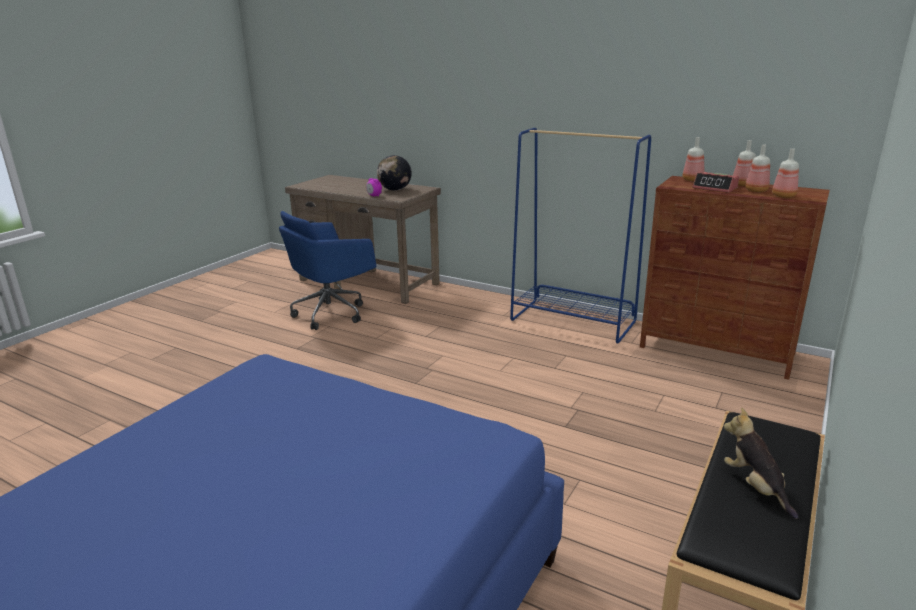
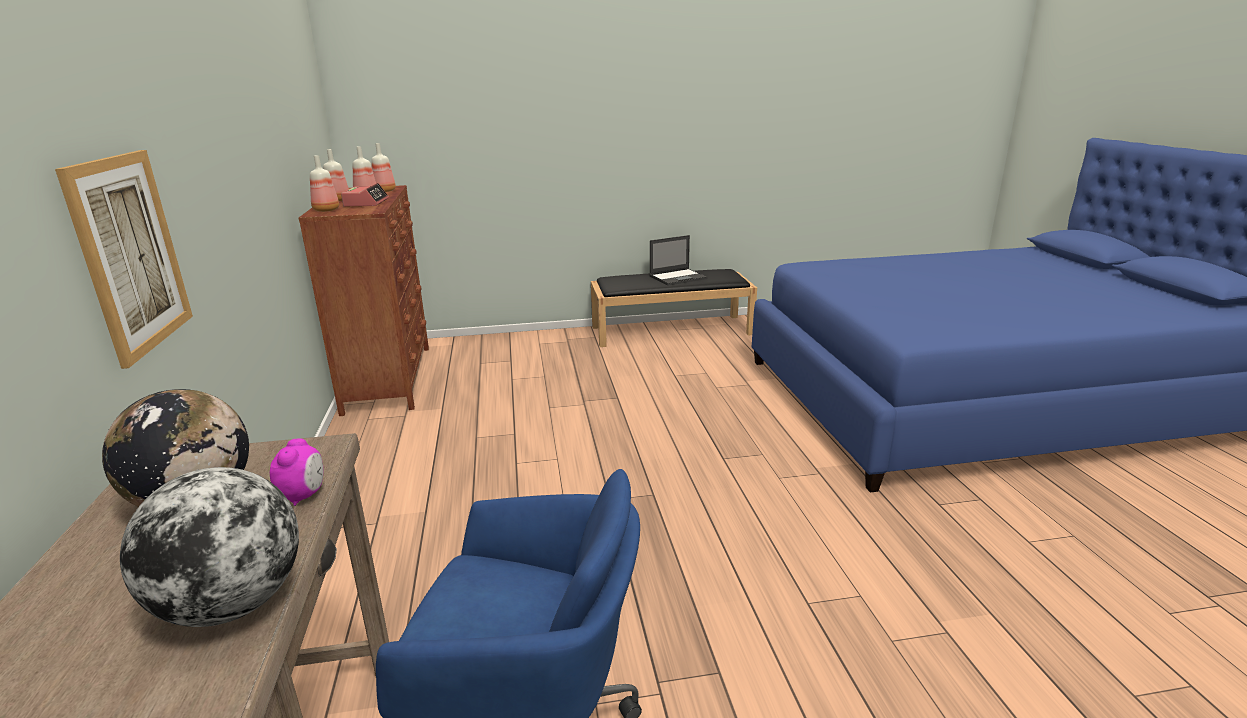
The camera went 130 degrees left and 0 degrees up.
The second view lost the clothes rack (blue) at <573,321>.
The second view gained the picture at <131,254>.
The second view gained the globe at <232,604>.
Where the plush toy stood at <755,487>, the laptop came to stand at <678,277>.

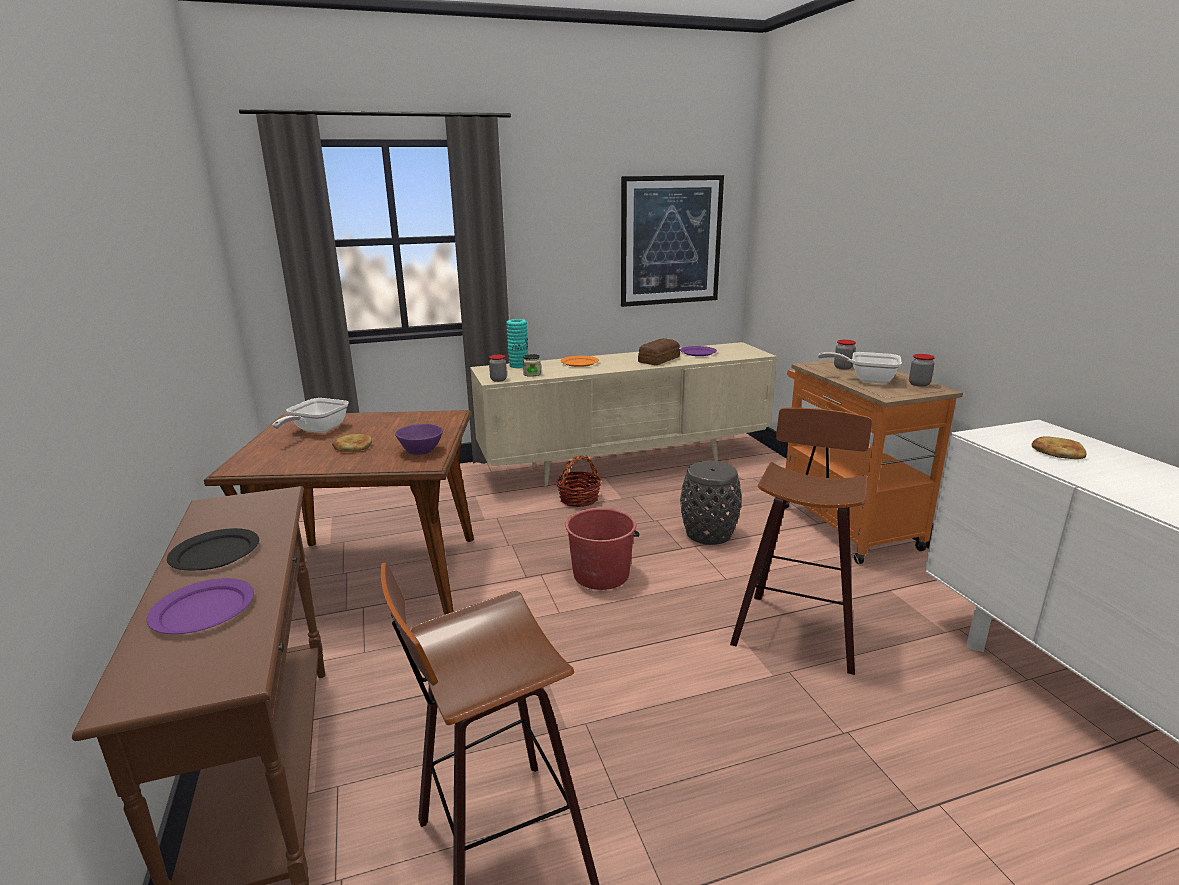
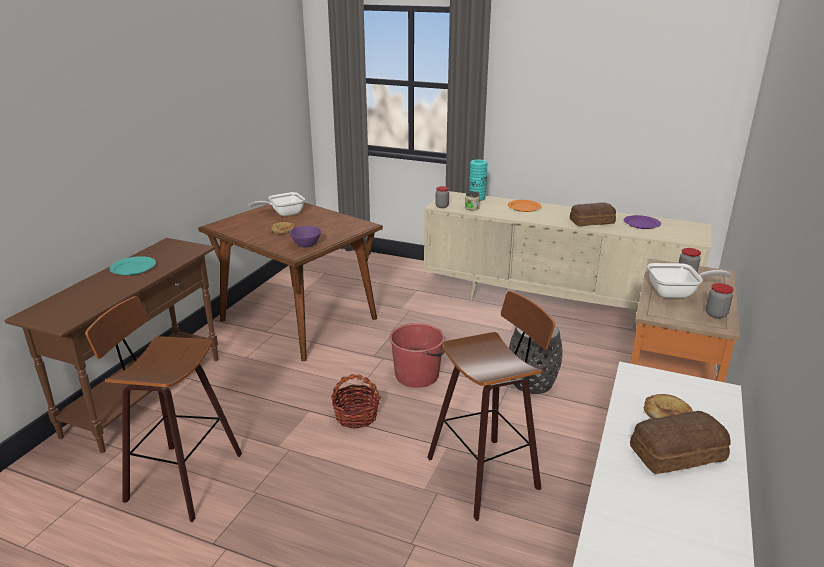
The camera went 40 degrees right and 5 degrees up.
The second view lost the plate (purple) at <202,610>.
The second view lost the picture at <671,241>.
The second view gained the bread at <675,453>.
The basket ended up elsewhere, having gone from <579,499> to <356,416>.
What was the plate (black) at <216,553> turned into the plate (turquoise) at <133,268>.
The frying pan at <866,379> ended up facing another way, 120 degrees clockwise from before.

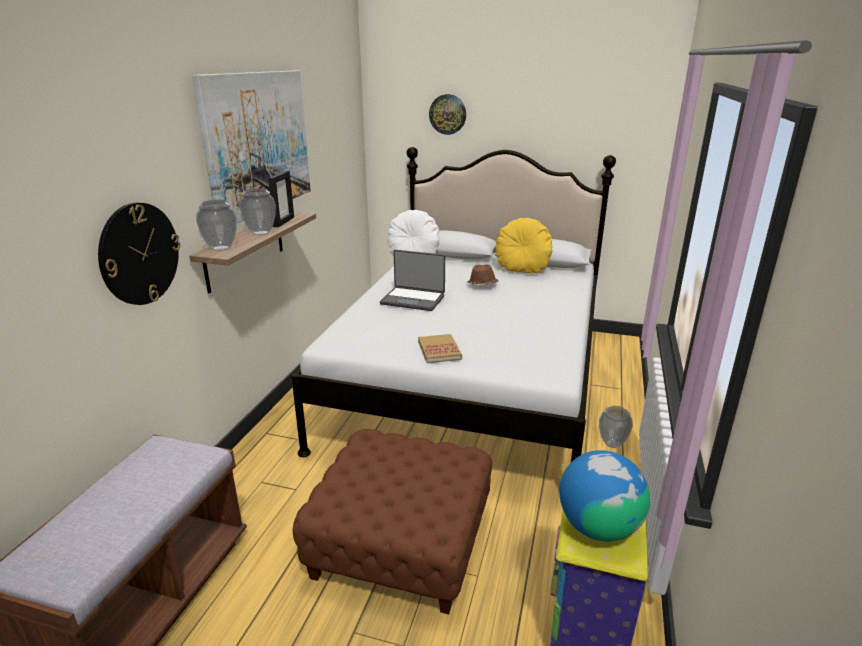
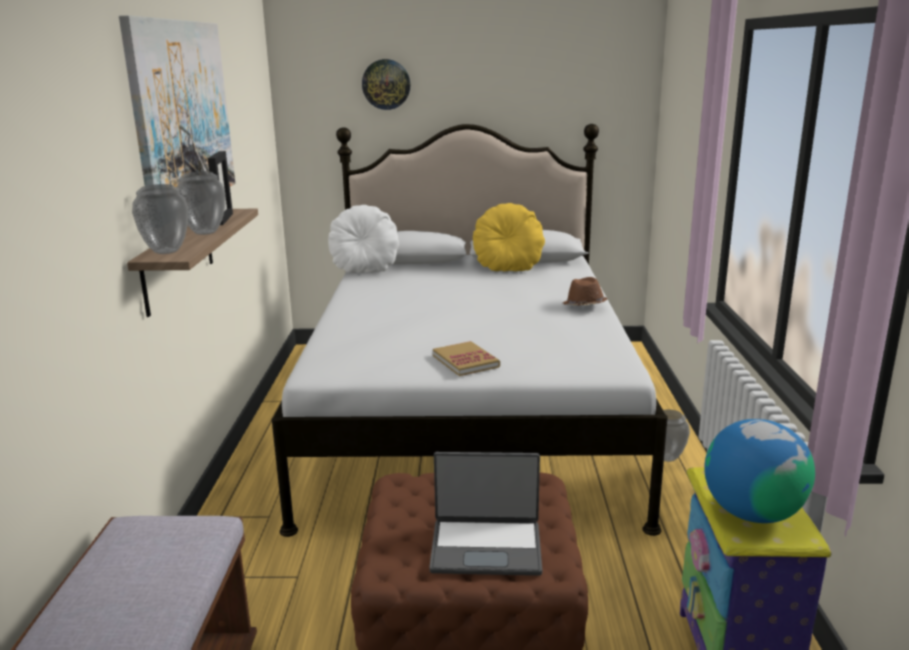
The camera went 15 degrees left and 5 degrees down.
The second view lost the wall clock at <139,254>.
The laptop ended up elsewhere, having gone from <413,299> to <486,547>.
The hat (brown) ended up elsewhere, having gone from <482,285> to <584,306>.

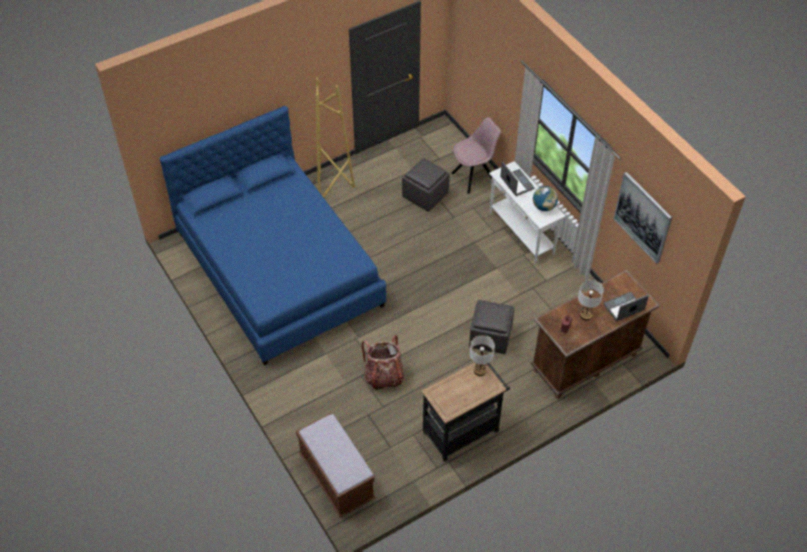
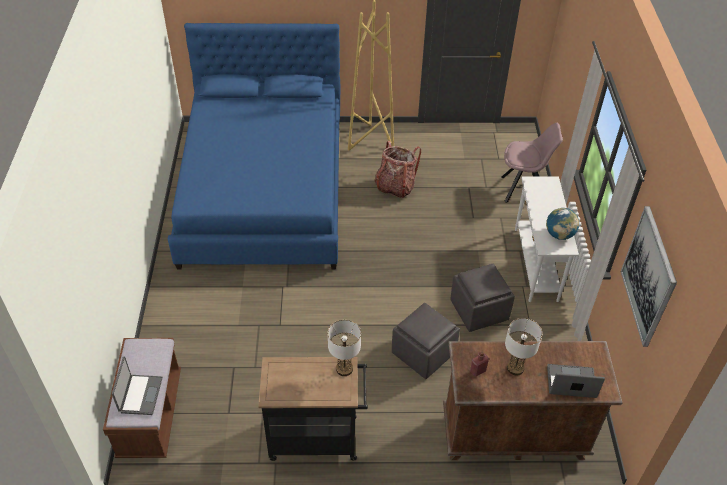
The camera went 30 degrees right and 5 degrees down.
The backpack ended up elsewhere, having gone from <384,376> to <395,186>.
The ottoman (grey) ended up elsewhere, having gone from <425,195> to <479,311>.
The laptop ended up elsewhere, having gone from <516,183> to <140,395>.

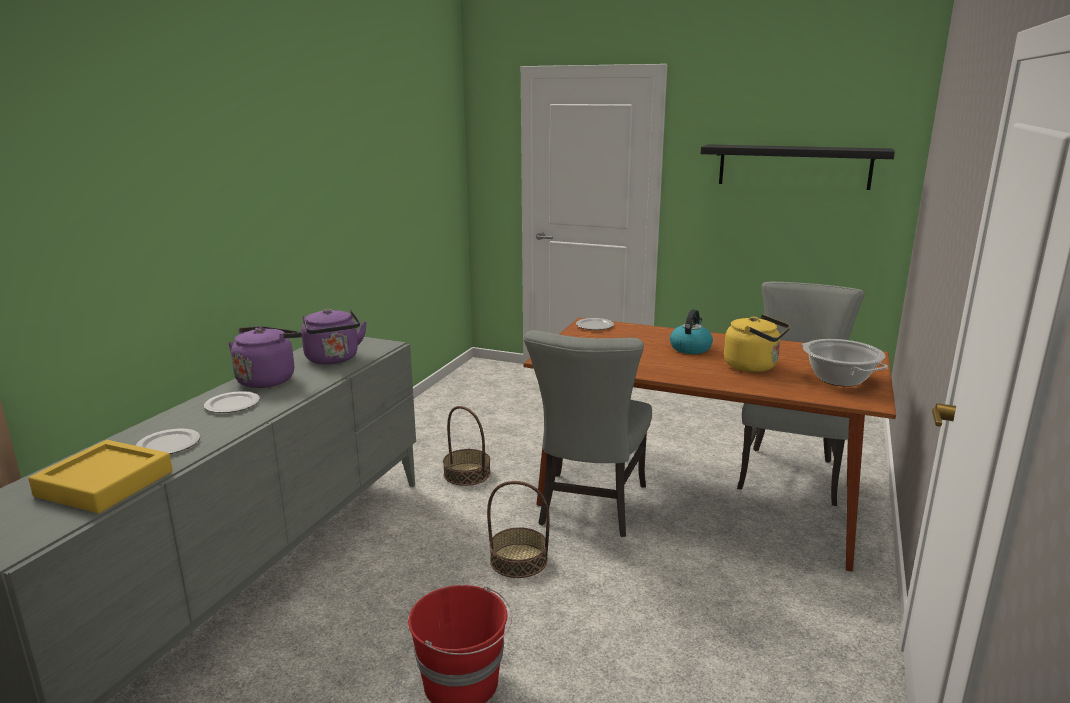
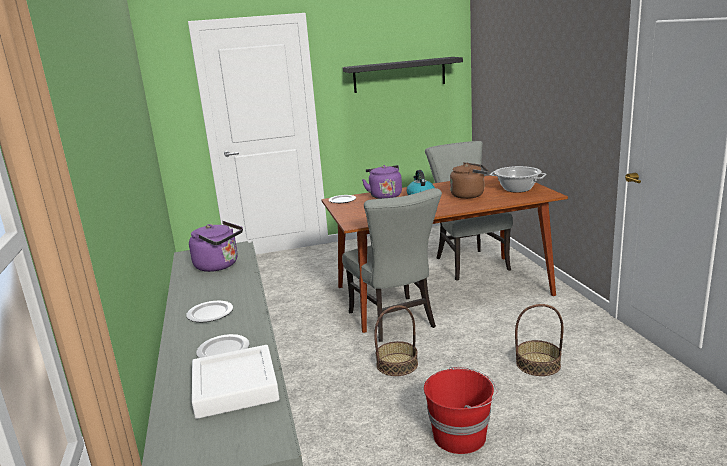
The camera went 35 degrees left and 0 degrees up.
The kettle (purple) ended up elsewhere, having gone from <268,379> to <384,195>.
The basket ended up elsewhere, having gone from <467,474> to <538,364>.
What was the tray (yellow) at <105,484> turned into the tray (white) at <235,387>.
What was the kettle (yellow) at <754,366> turned into the kettle (brown) at <469,195>.

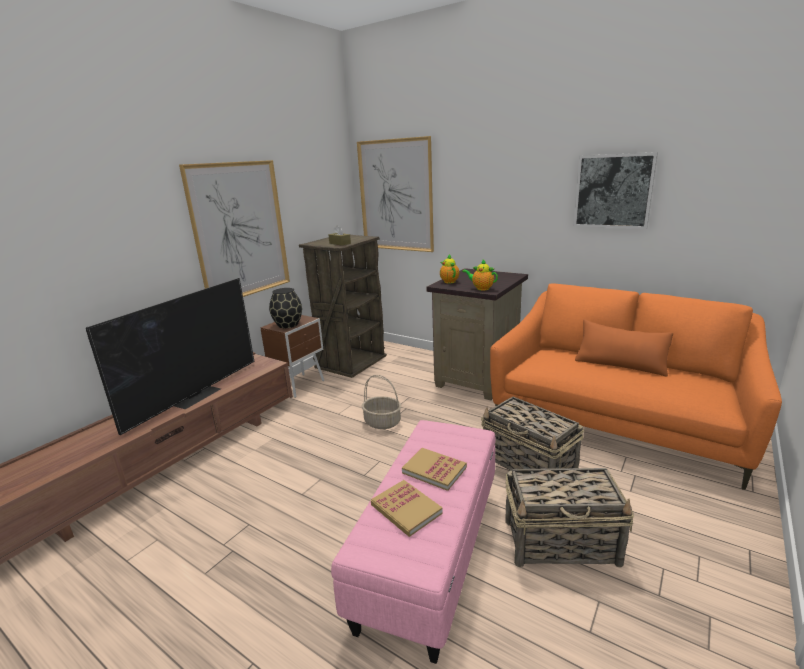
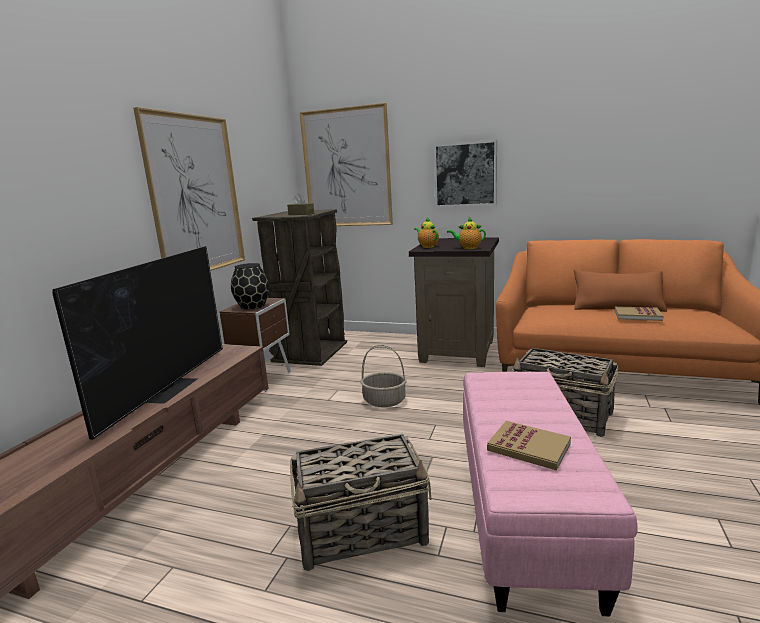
The camera went 15 degrees left and 5 degrees down.
The book ended up elsewhere, having gone from <434,470> to <637,315>.
The basket ended up elsewhere, having gone from <562,542> to <363,531>.
The picture ended up elsewhere, having gone from <613,191> to <465,174>.

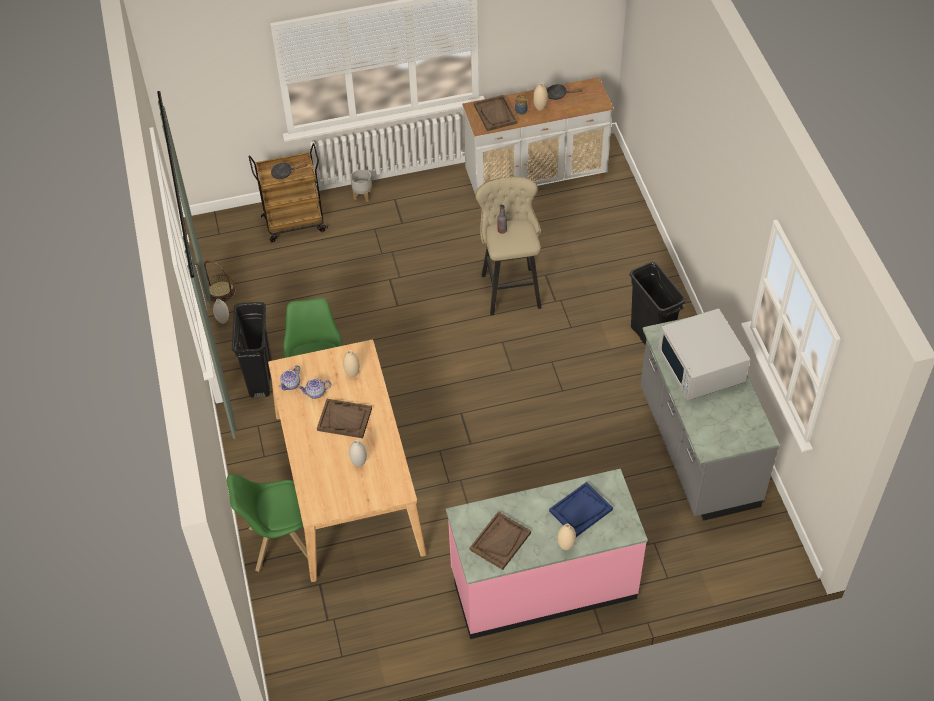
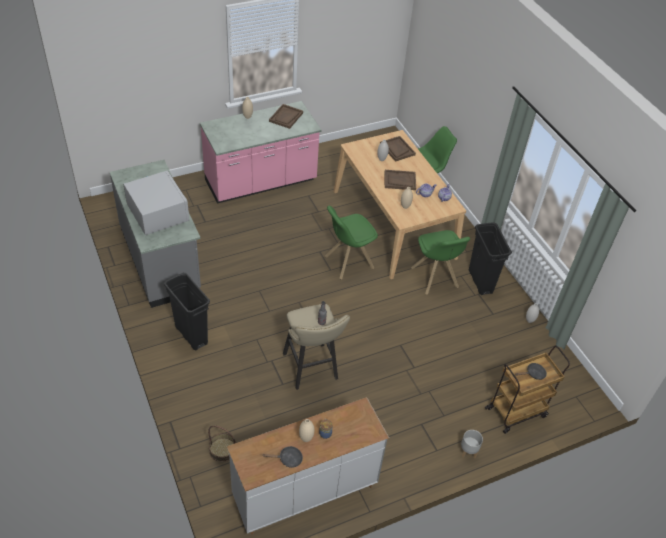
The camera went 165 degrees right and 5 degrees down.
The second view lost the tray (blue) at <580,511>.
The second view gained the chair (green) at <348,262>.
The basket ended up elsewhere, having gone from <221,292> to <222,449>.
The tray (brown) ended up elsewhere, having gone from <495,114> to <397,149>.

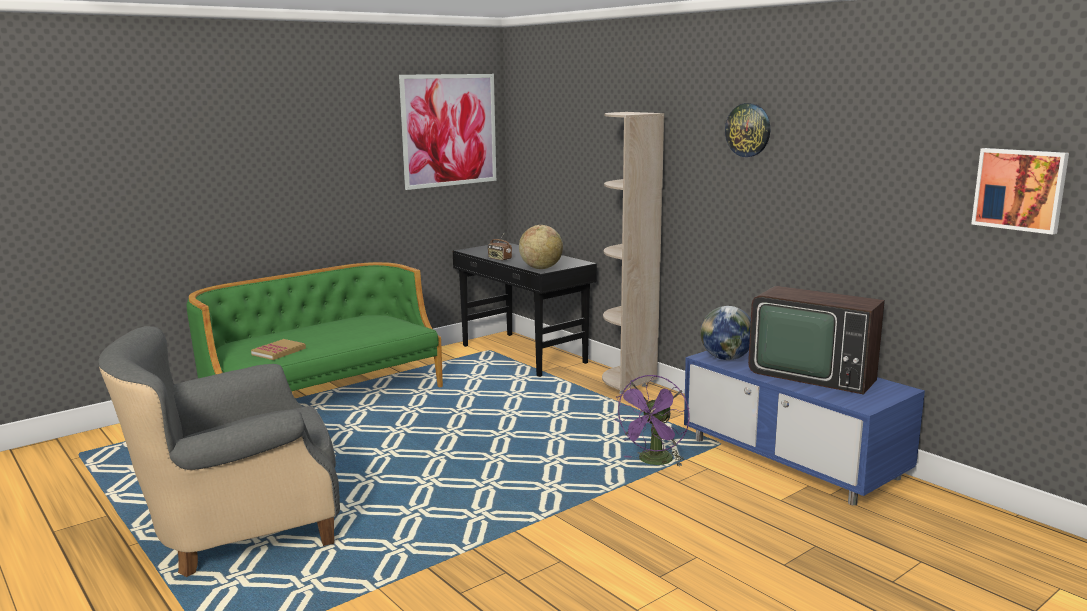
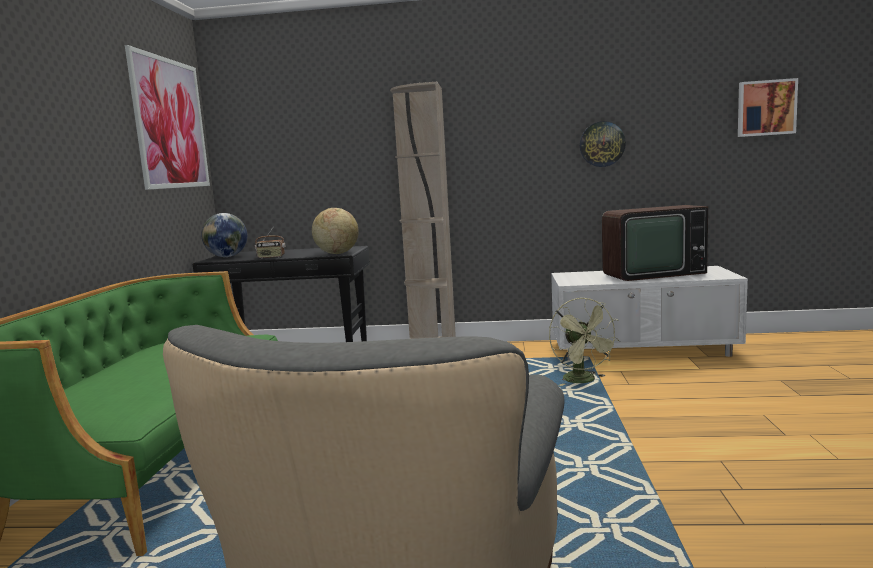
The camera went 45 degrees left and 5 degrees down.
The second view lost the book at <279,351>.
The globe ended up elsewhere, having gone from <726,358> to <227,257>.
The wall clock ended up elsewhere, having gone from <748,130> to <602,144>.
What was the fan (purple) at <654,462> turned into the fan (green) at <584,381>.
What was the tv stand (blue) at <792,459> turned into the tv stand (white) at <643,349>.

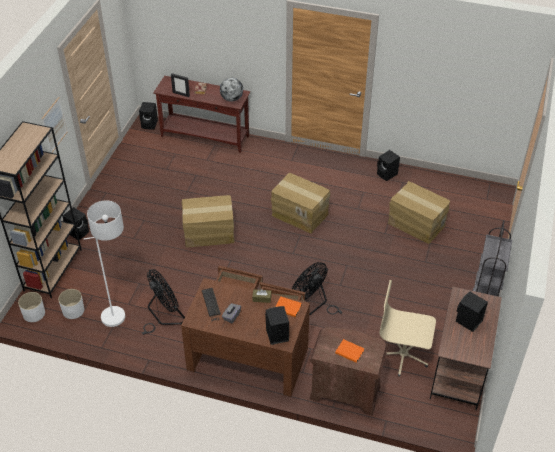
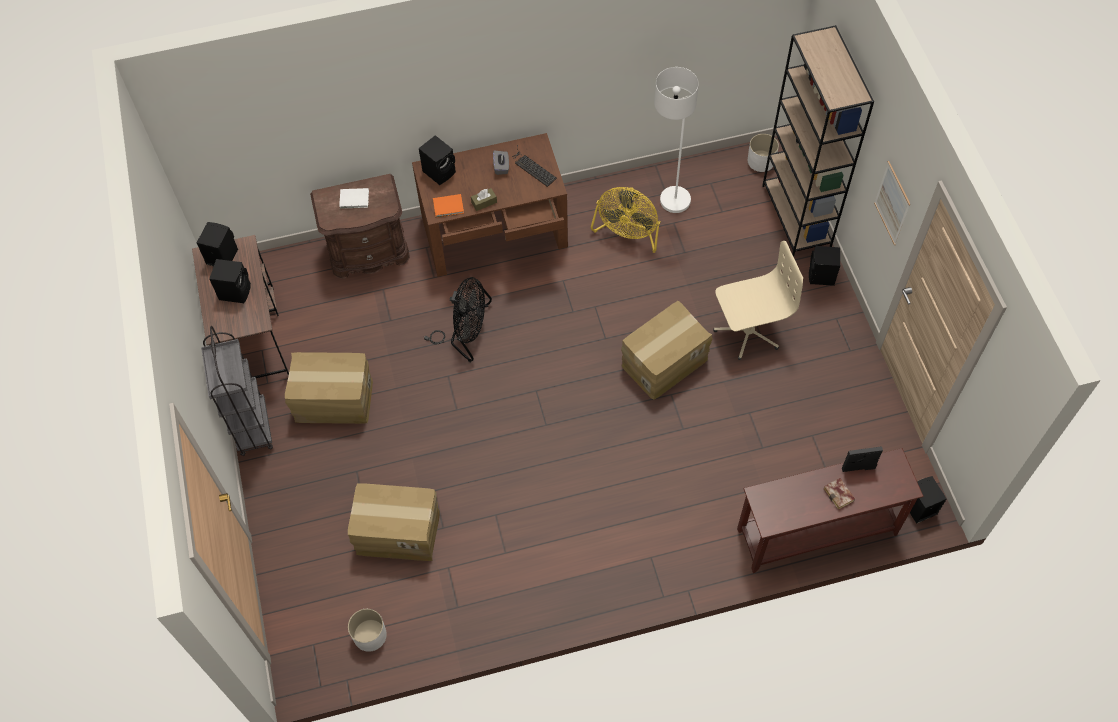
The camera went 150 degrees right and 15 degrees up.
The second view lost the globe at <232,99>.
The planter (white) ended up elsewhere, having gone from <73,310> to <370,635>.
The cardboard box ended up elsewhere, having gone from <300,214> to <333,401>.
The speaker (black) ended up elsewhere, having gone from <387,174> to <221,256>.
The office chair (beige) ended up elsewhere, having gone from <403,355> to <747,331>.
What was the fan (black) at <161,314> turned into the fan (yellow) at <627,231>.
What was the book (orange) at <349,351> turned into the book (white) at <355,199>.

